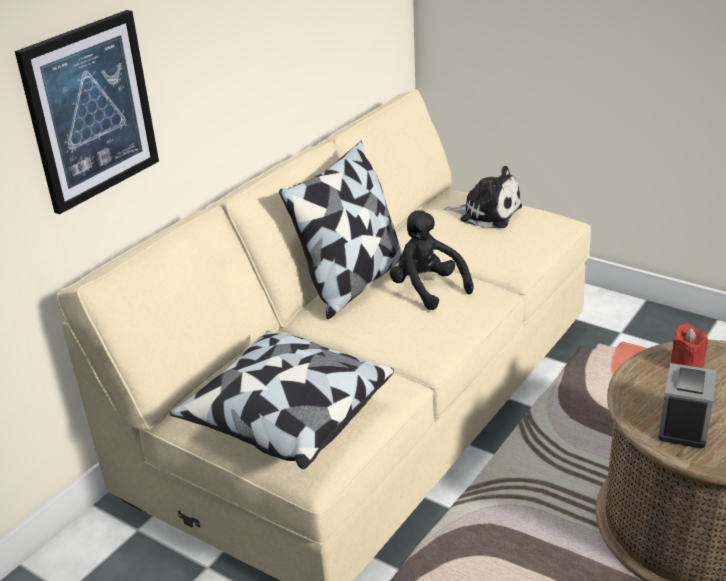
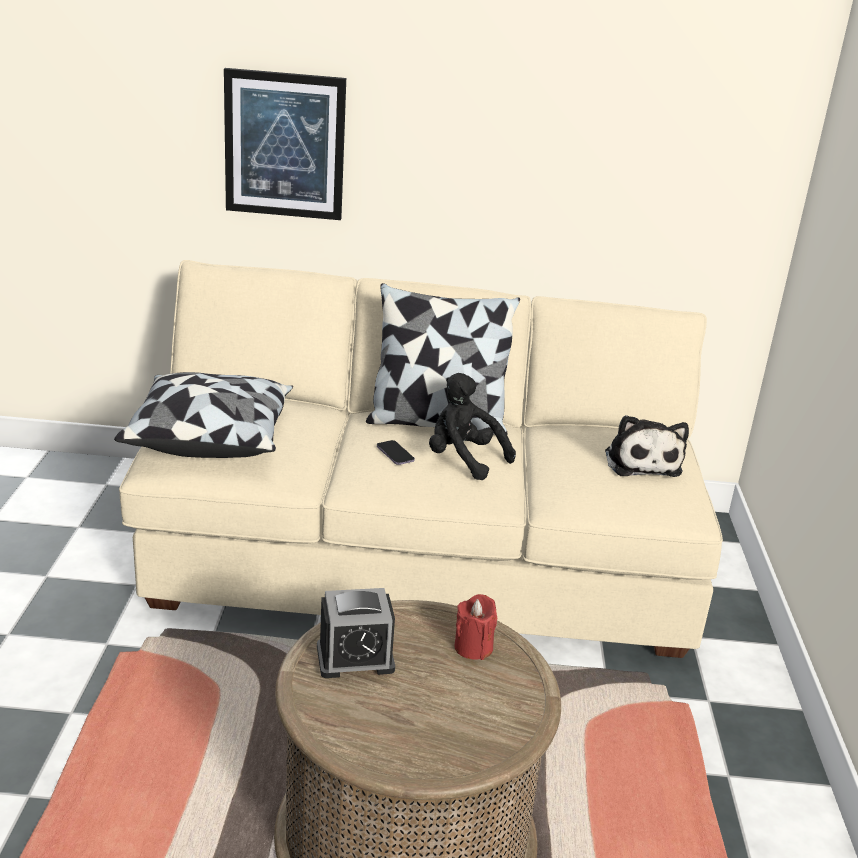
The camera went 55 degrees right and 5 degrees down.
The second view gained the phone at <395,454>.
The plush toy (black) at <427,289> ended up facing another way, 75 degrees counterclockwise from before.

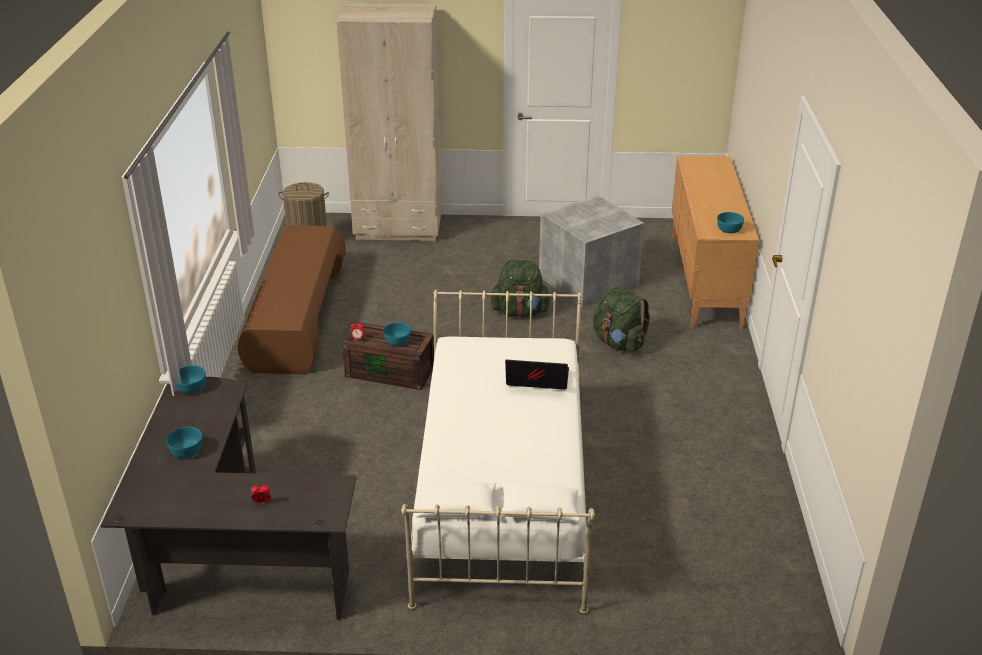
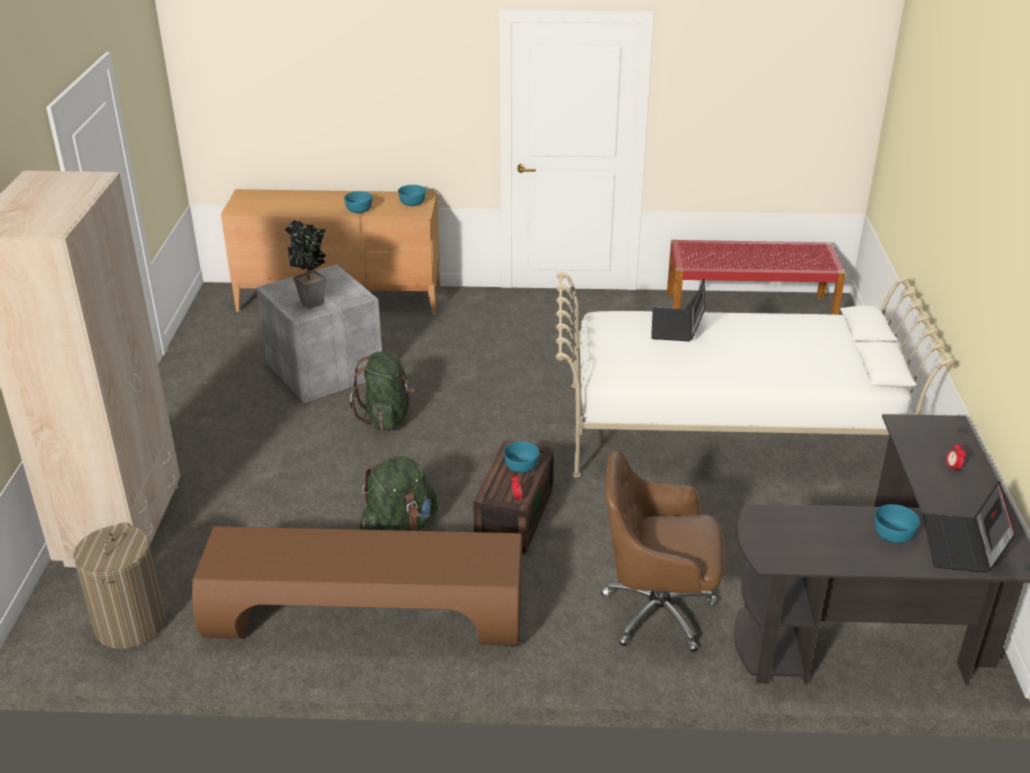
The camera went 90 degrees left and 0 degrees up.
The second view gained the potted plant at <312,305>.
The second view gained the office chair (brown) at <657,611>.
The second view gained the bench (red) at <749,310>.
The second view gained the laptop at <962,546>.
The bowl (turquoise) ended up elsewhere, having gone from <192,387> to <359,209>.
The backpack (green) ended up elsewhere, having gone from <618,343> to <399,528>.

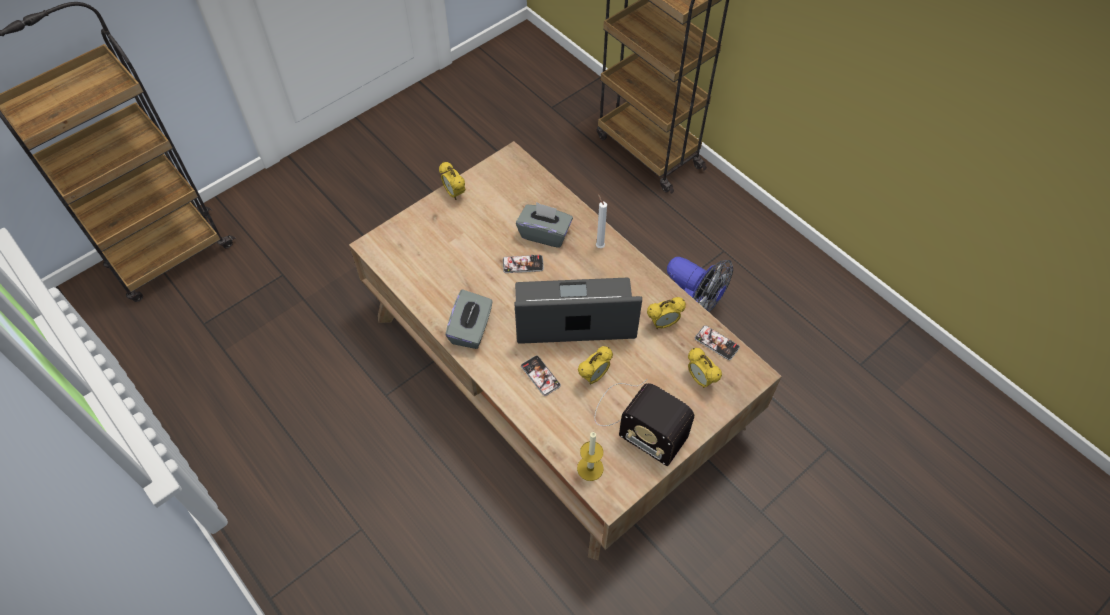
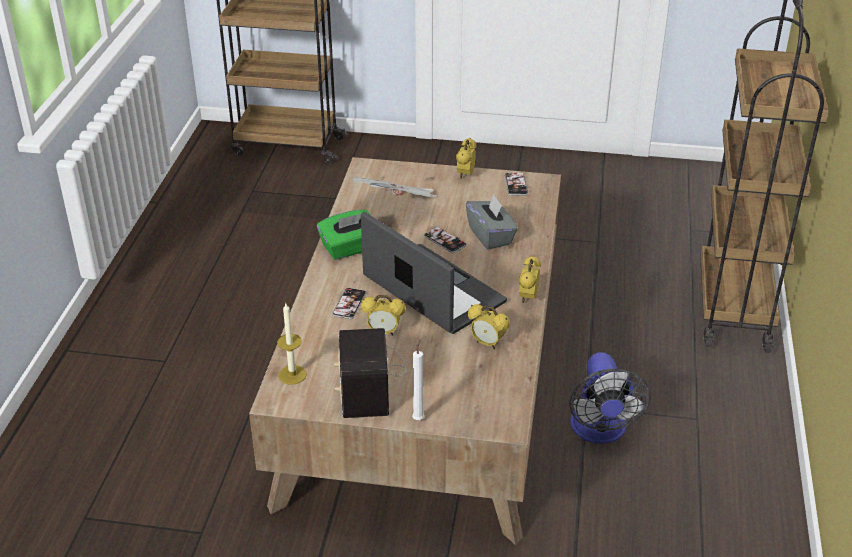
The camera went 50 degrees right and 20 degrees down.
The second view gained the newspaper at <399,207>.
The candle (white) ended up elsewhere, having gone from <599,245> to <418,418>.
The alarm clock ended up elsewhere, having gone from <700,379> to <528,297>.
The phone ended up elsewhere, having gone from <716,343> to <516,185>.
What was the tissue box (grey) at <471,329> turned into the tissue box (green) at <349,248>.

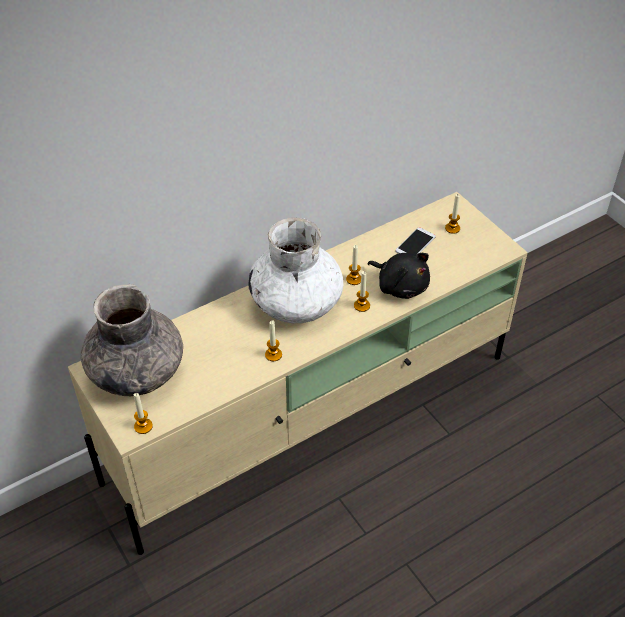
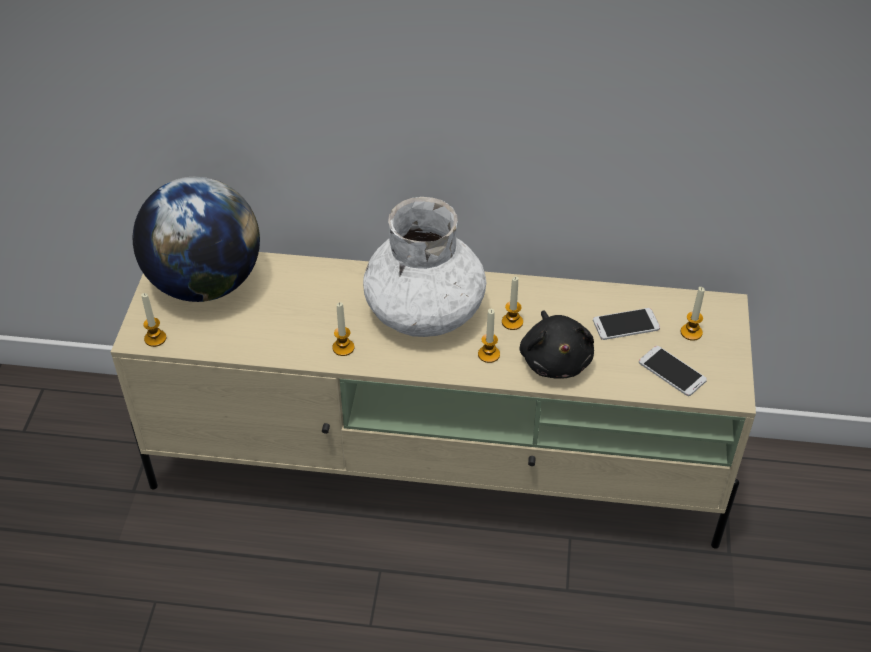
The camera went 40 degrees right and 0 degrees up.
The second view gained the phone at <672,371>.
Where the vase (grey) stood at <136,371>, the globe came to stand at <205,283>.

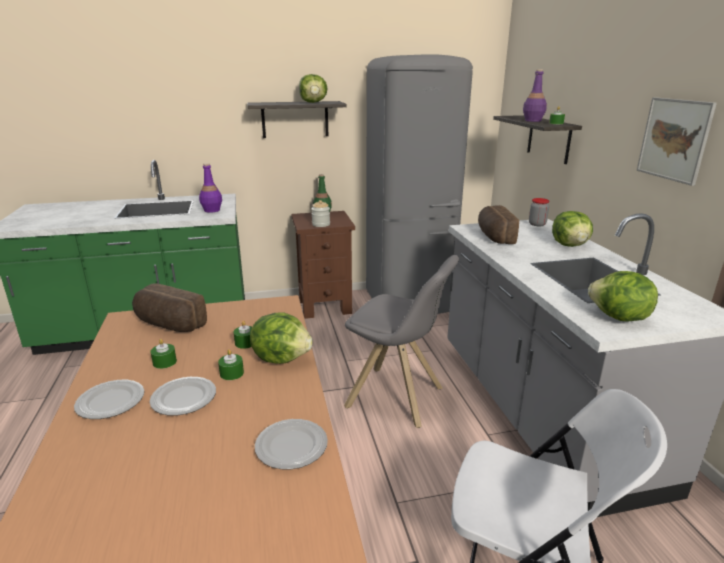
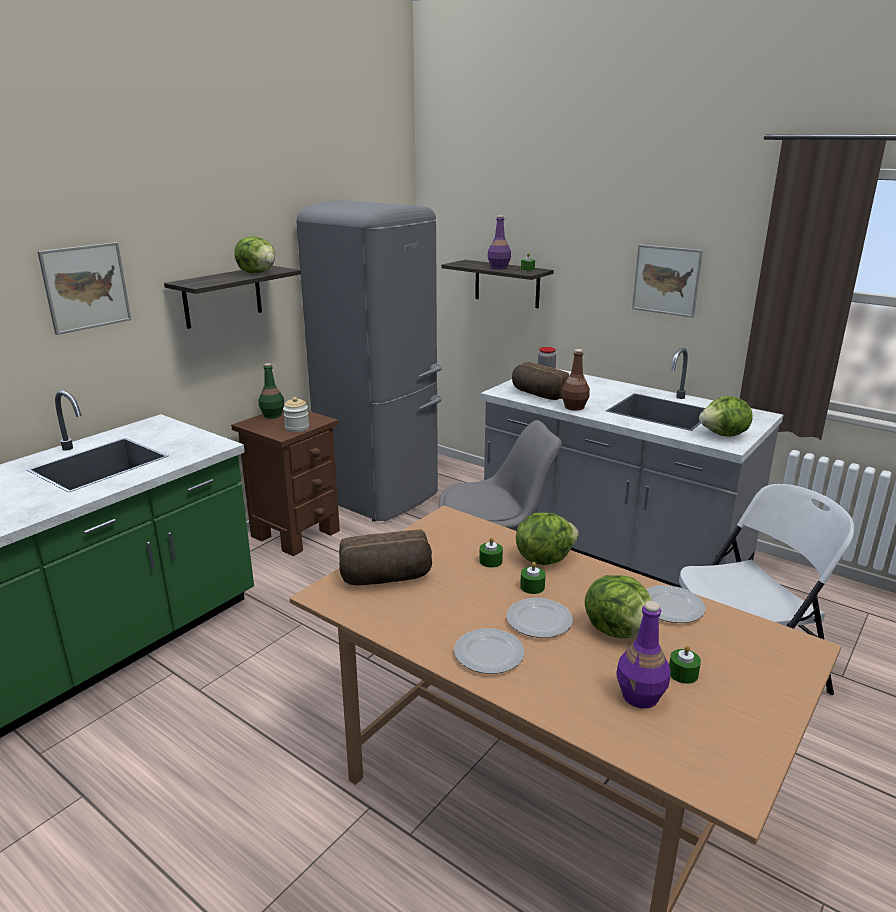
The camera went 40 degrees left and 0 degrees up.
The second view gained the picture at <86,287>.
The second view gained the bottle (brown) at <574,407>.
The candle (green) ended up elsewhere, having gone from <164,362> to <683,673>.
The bottle (purple) ended up elsewhere, having gone from <212,210> to <641,696>.
The lettuce ended up elsewhere, having gone from <570,245> to <618,630>.

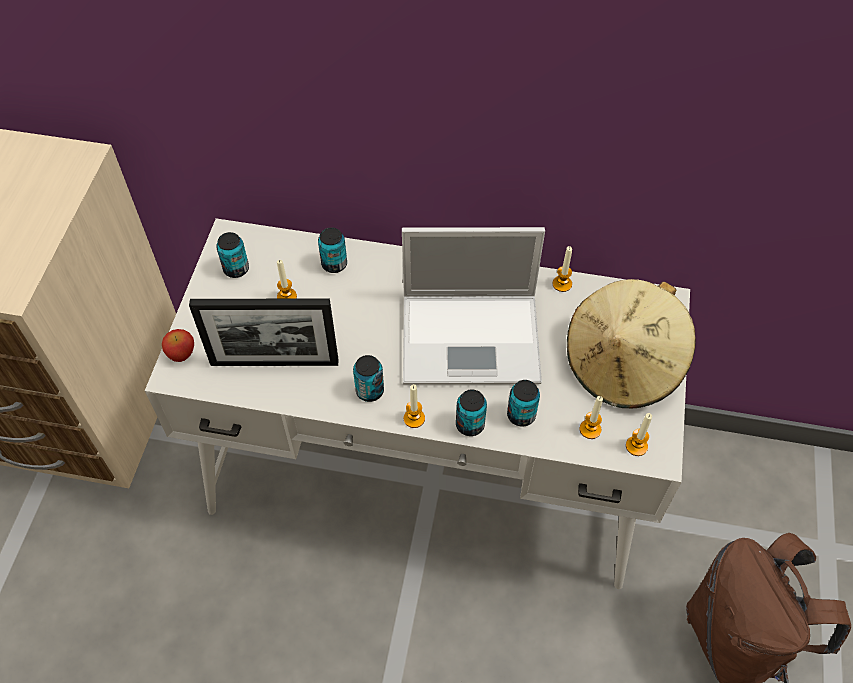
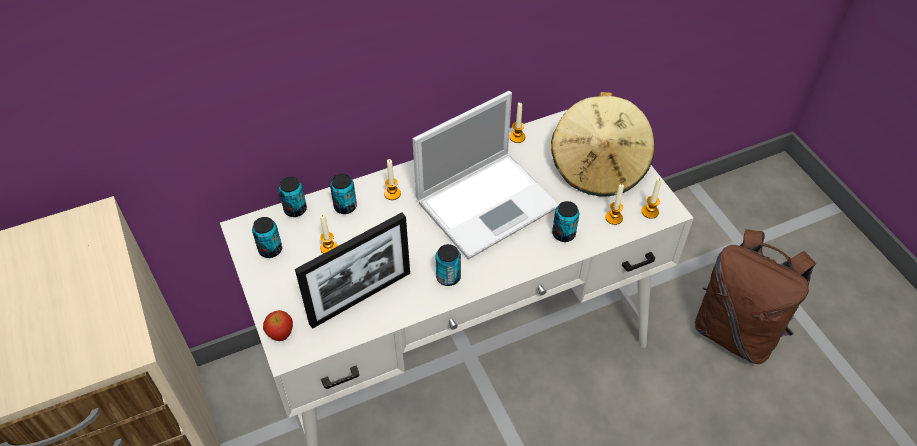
The camera went 35 degrees left and 5 degrees down.
The candle ended up elsewhere, having gone from <414,418> to <392,193>.
The can ended up elsewhere, having gone from <470,424> to <295,209>.

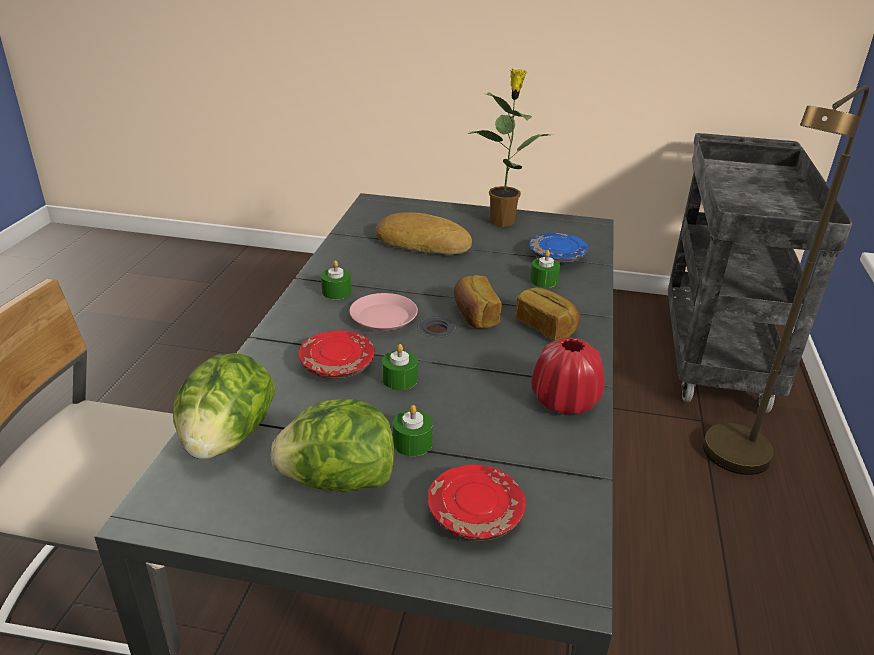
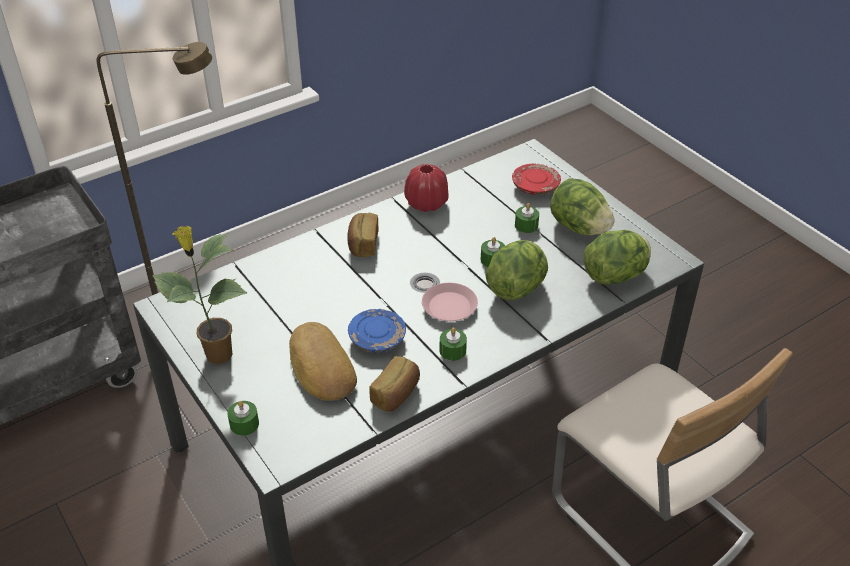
The camera went 135 degrees left and 10 degrees up.
The bread ended up elsewhere, having gone from <474,315> to <396,394>.
The plate (blue) ended up elsewhere, having gone from <557,257> to <377,338>.
The candle (green) ended up elsewhere, having gone from <544,280> to <244,424>.
Where the plate (red) stood at <338,366>, the lettuce came to stand at <517,287>.

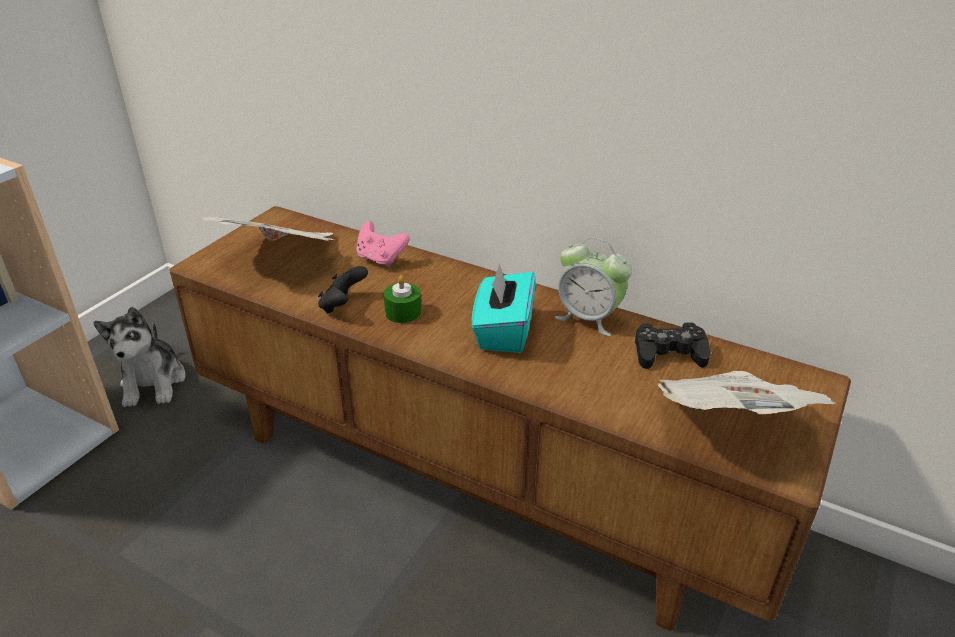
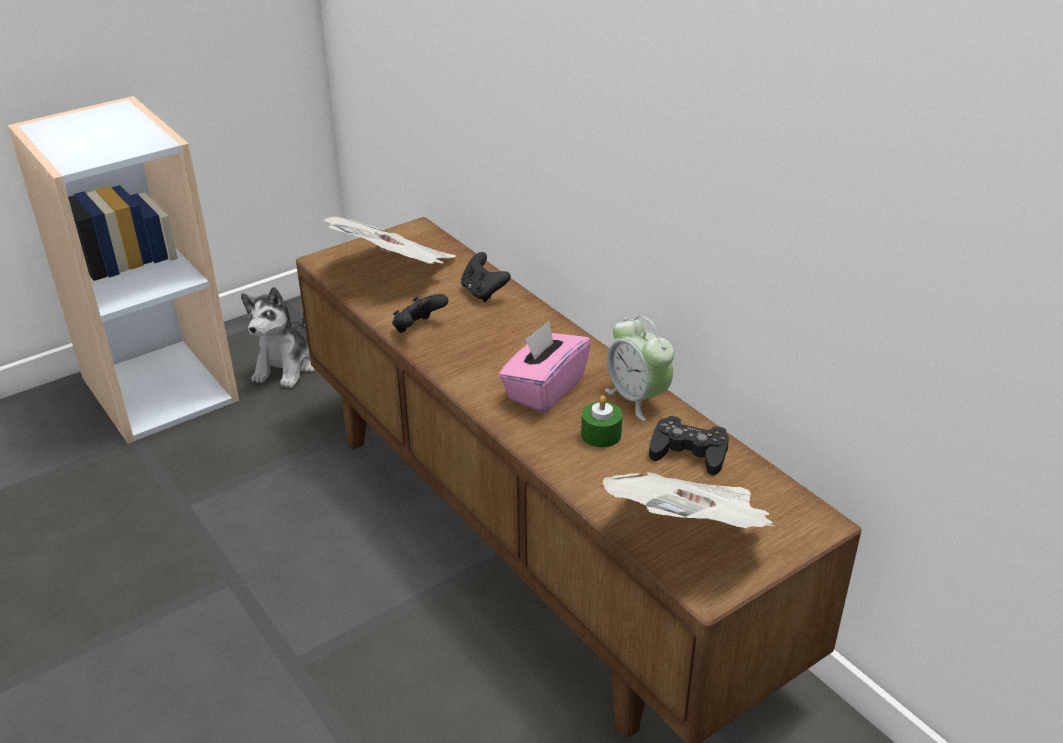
The camera went 25 degrees right and 0 degrees up.
The candle (green) ended up elsewhere, having gone from <403,312> to <601,434>.
What was the game controller (pink) at <381,259> turned into the game controller (black) at <483,292>.
What was the tissue box (turquoise) at <503,331> turned into the tissue box (pink) at <544,389>.

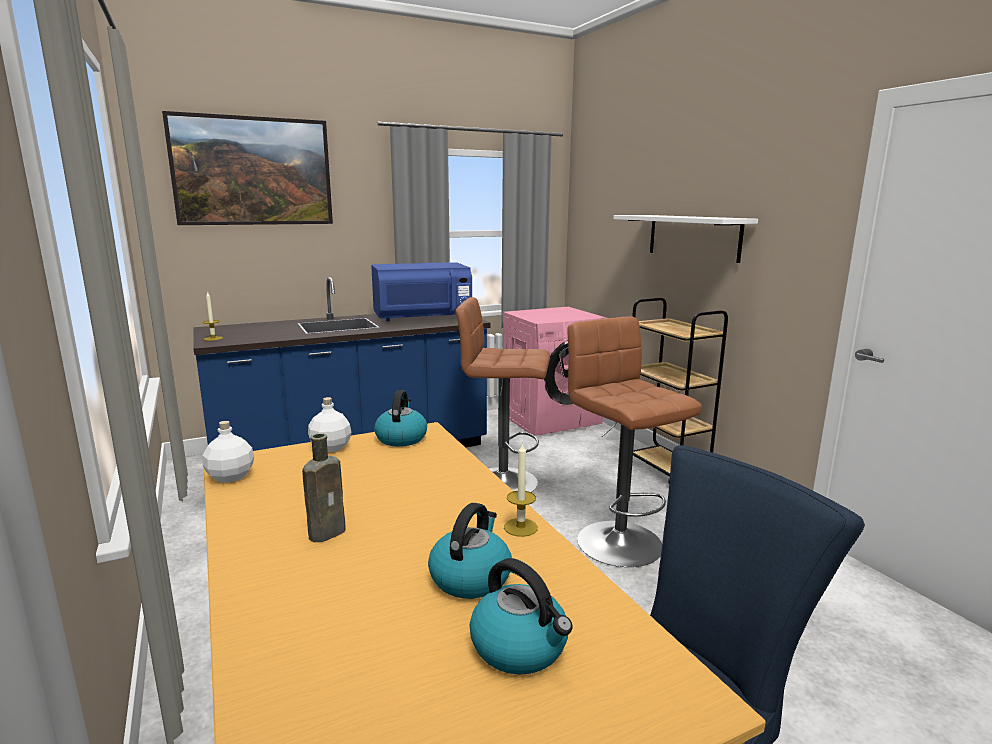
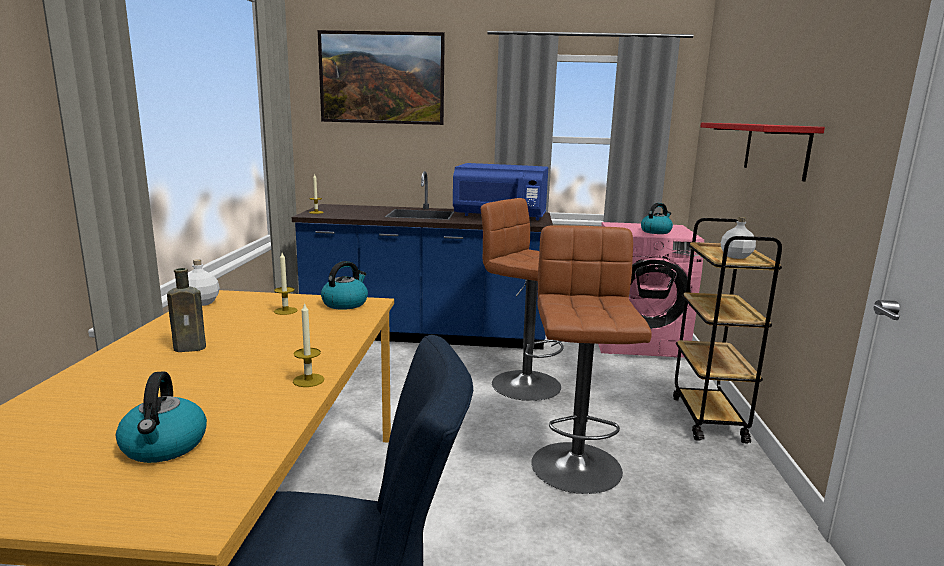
The camera went 30 degrees right and 0 degrees up.
The second view gained the candle at <285,311>.
The bottle (white) ended up elsewhere, having gone from <331,448> to <736,256>.
The kettle ended up elsewhere, having gone from <470,577> to <656,231>.
What was the shelf (white) at <693,237> turned into the shelf (red) at <775,149>.

